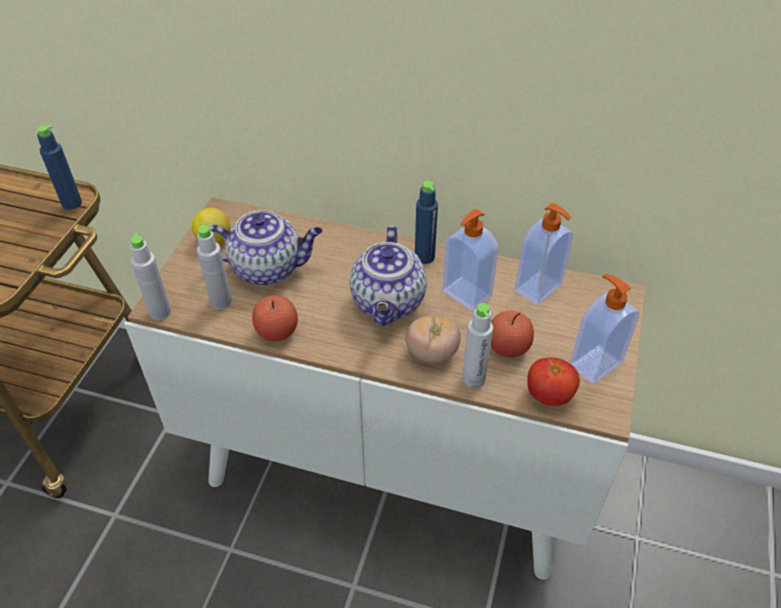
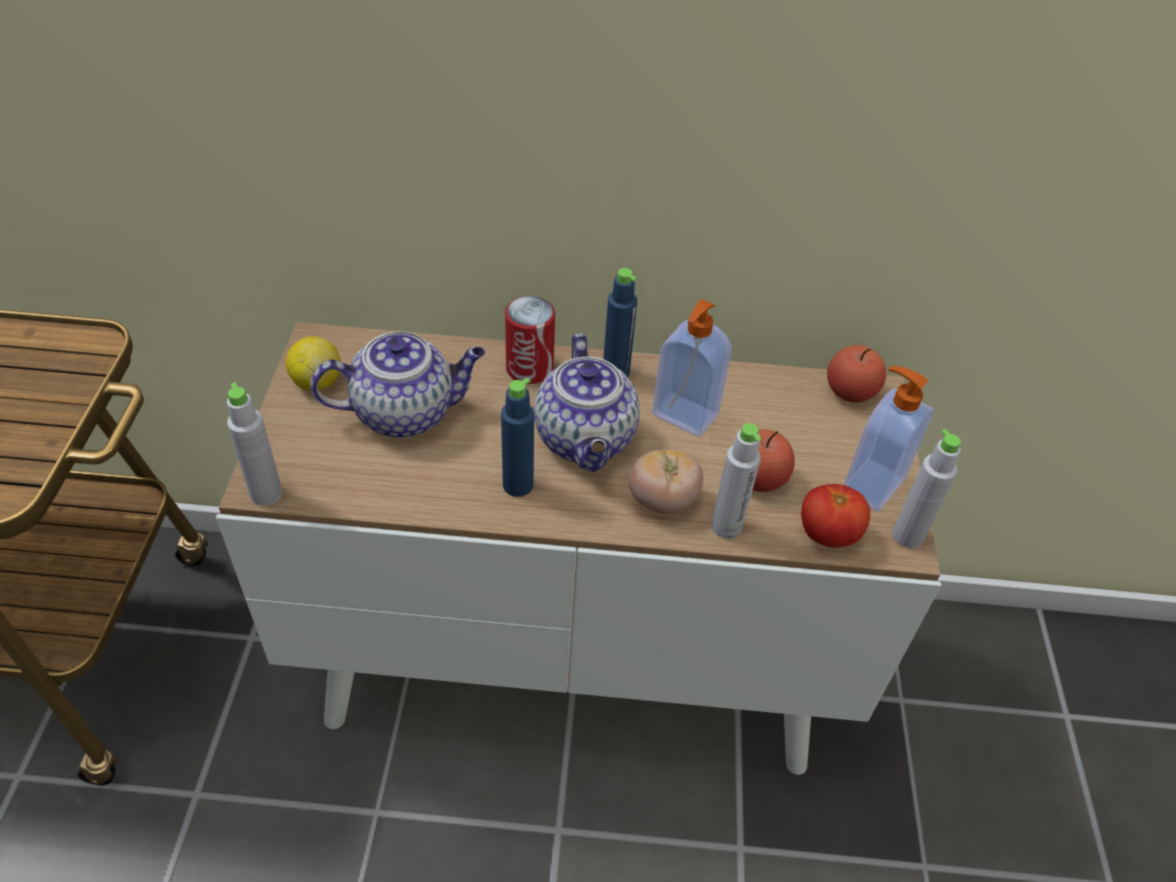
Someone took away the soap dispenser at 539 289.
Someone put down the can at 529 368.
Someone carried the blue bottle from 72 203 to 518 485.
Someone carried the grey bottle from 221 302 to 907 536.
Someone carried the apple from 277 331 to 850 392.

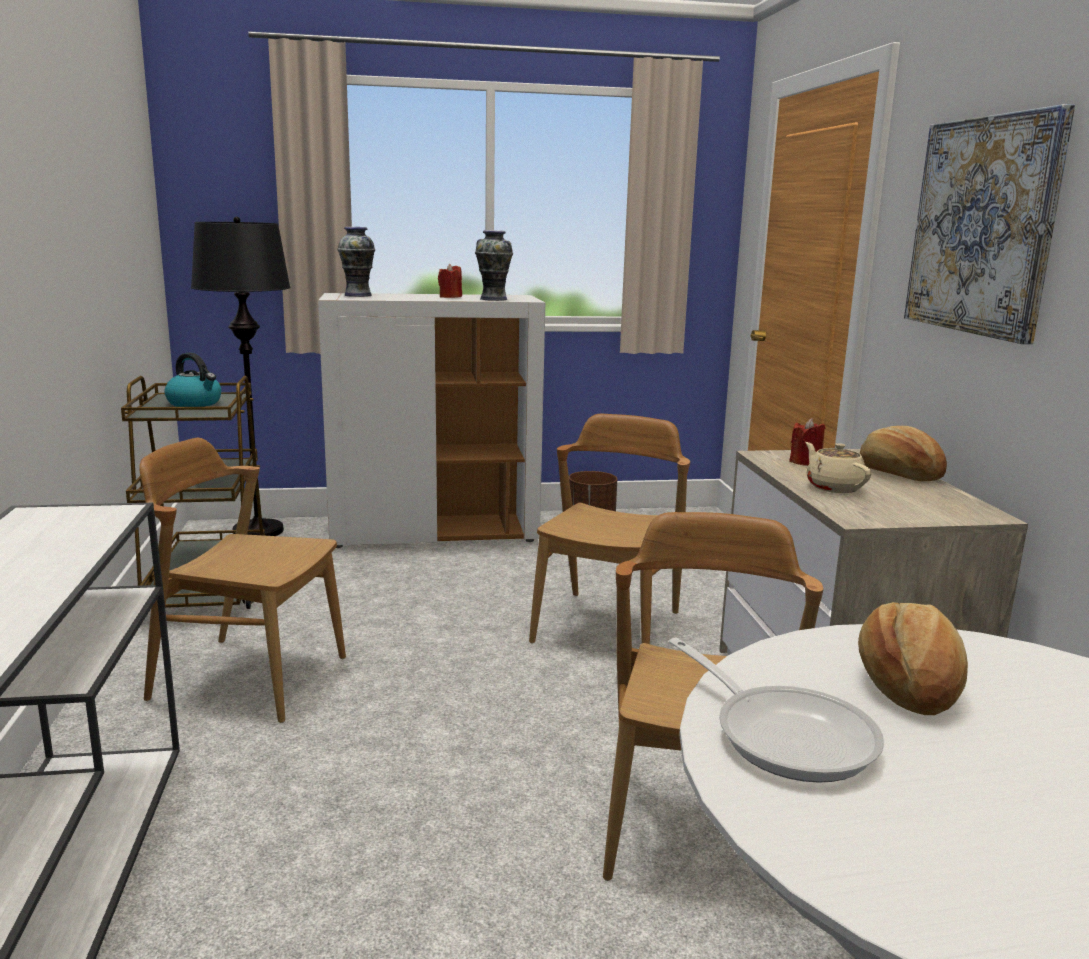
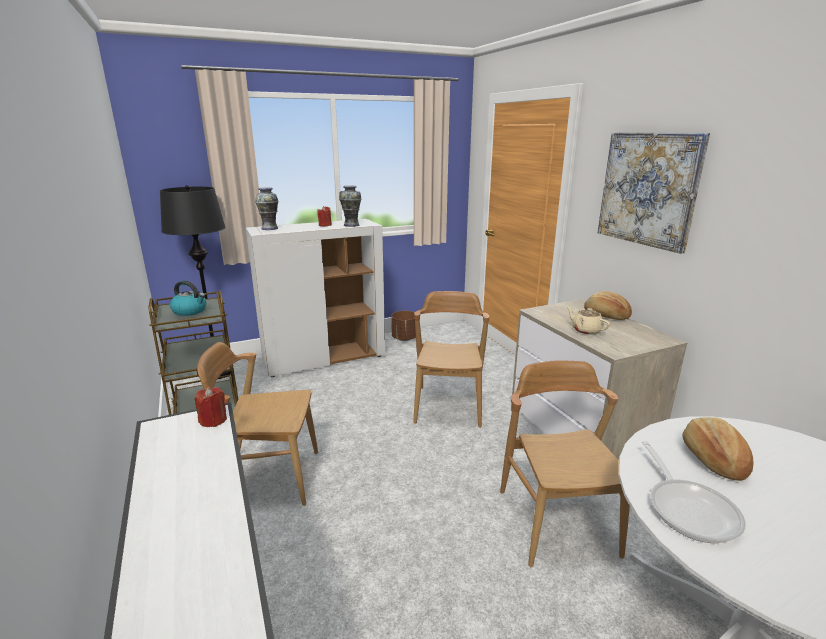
Someone carried the red candle from 805 462 to 213 420.
Someone rotated the frying pan at 785 734 by 45 degrees clockwise.

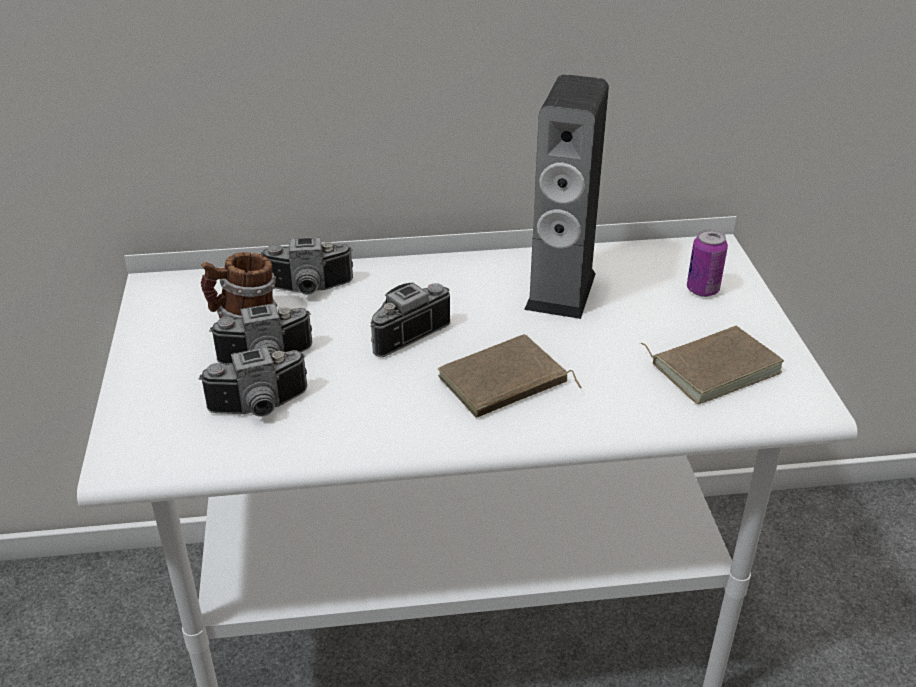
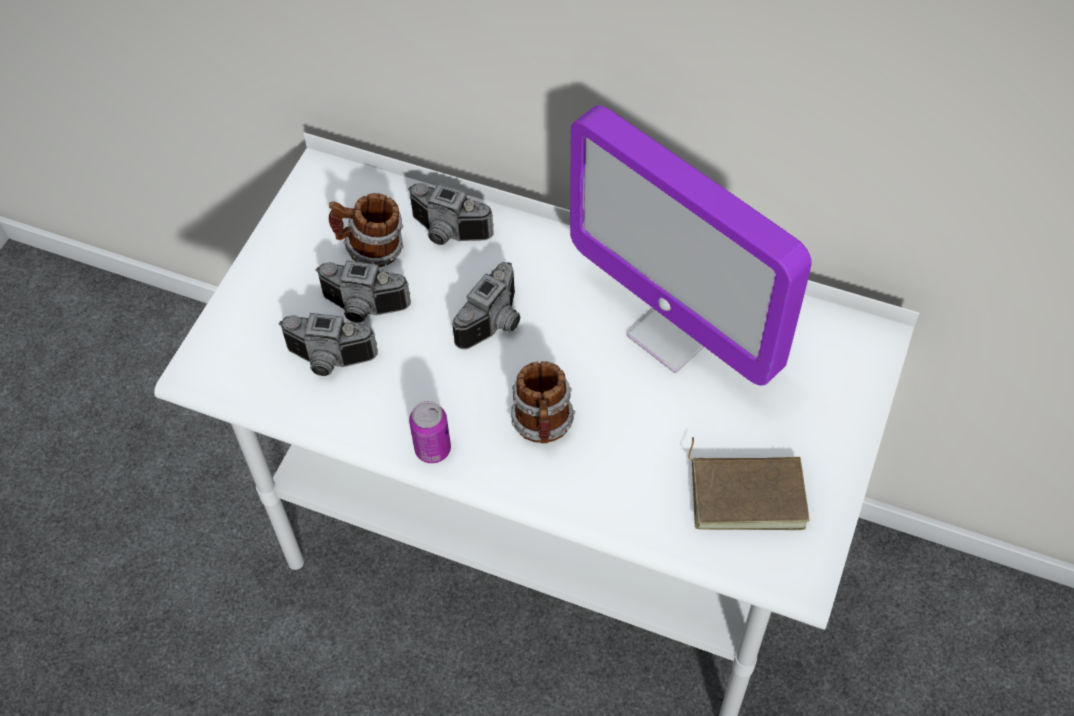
Someone carried the can from 702 289 to 433 449.
Someone swapped the brown book at 504 384 for the mug at 543 425.
Someone swapped the speaker at 560 291 for the monitor at 674 333.
Someone rotated the photo camera at 403 332 by 135 degrees clockwise.

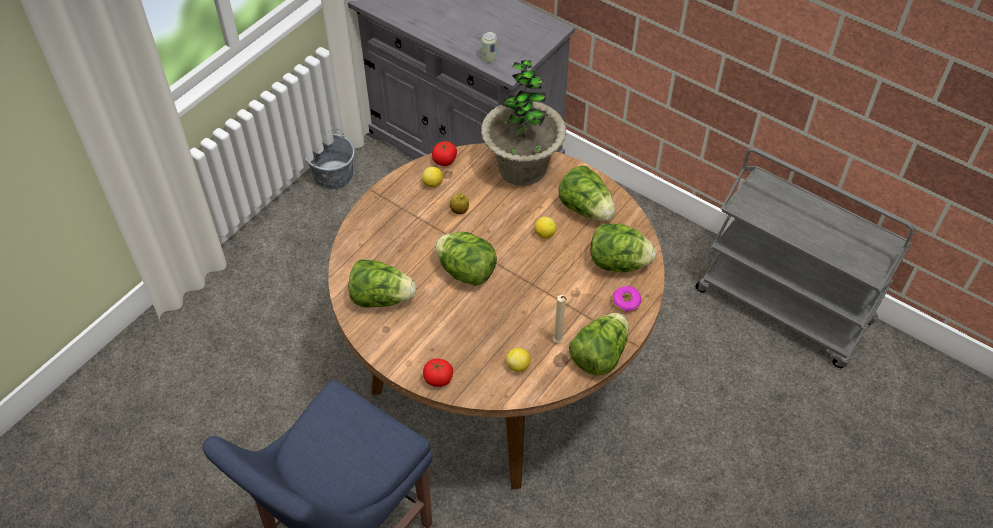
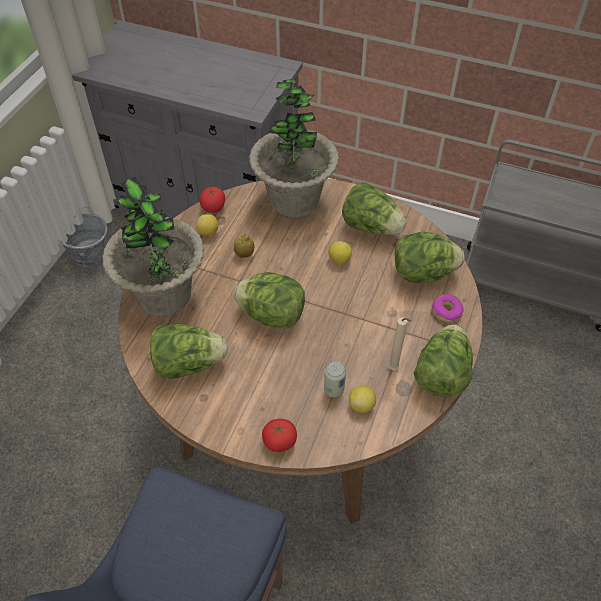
Someone put down the potted plant at 163 294.
Someone carried the can from 489 58 to 334 389.

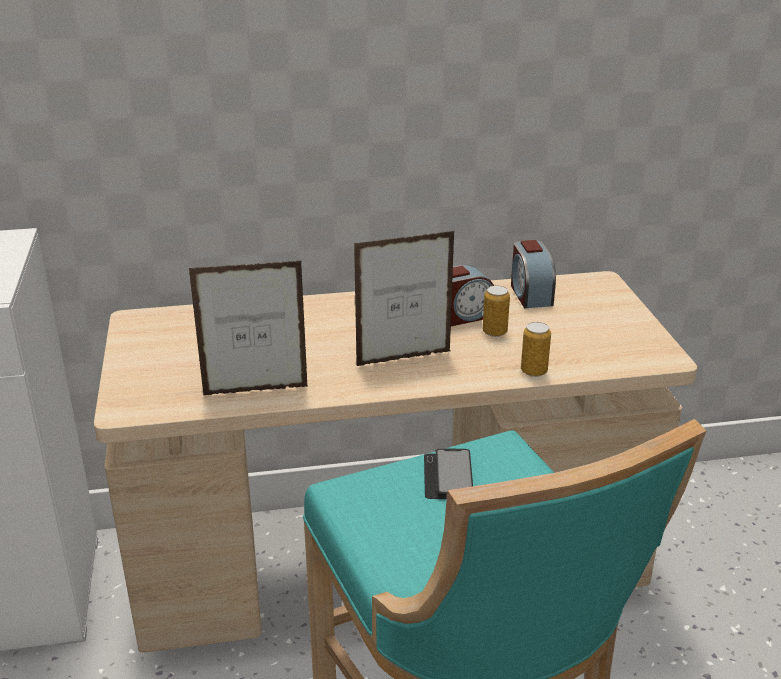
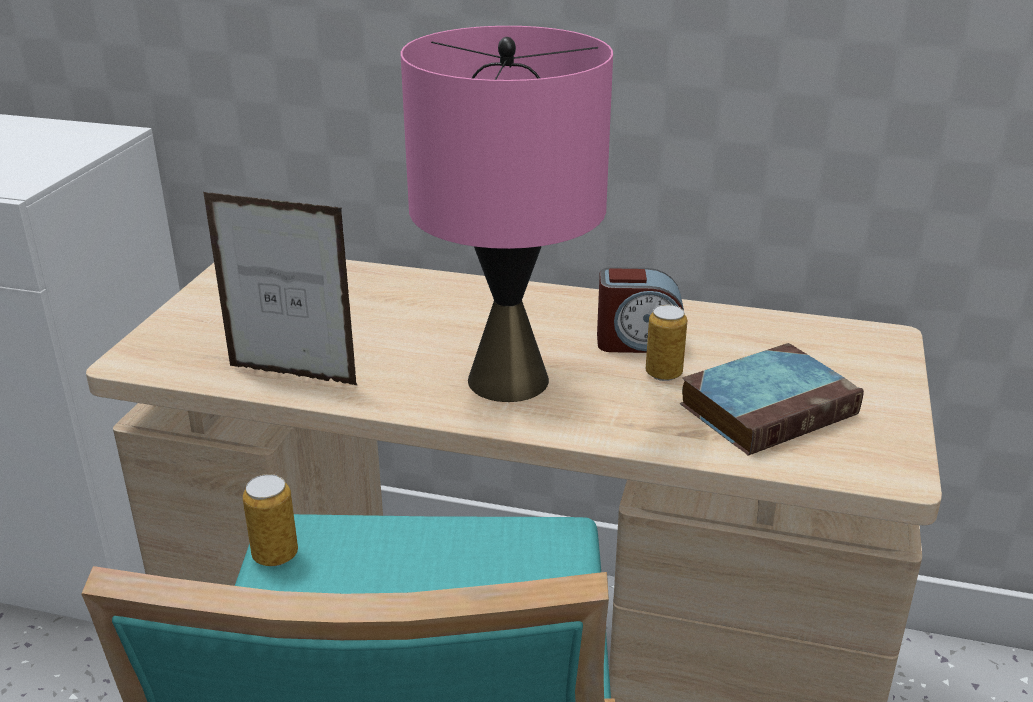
Someone took away the phone at 447 476.
Someone took away the alarm clock at 530 294.
Someone put down the book at 770 407.
Someone carried the can from 534 371 to 275 555.
Someone swapped the picture frame at 404 358 for the pink table lamp at 509 379.

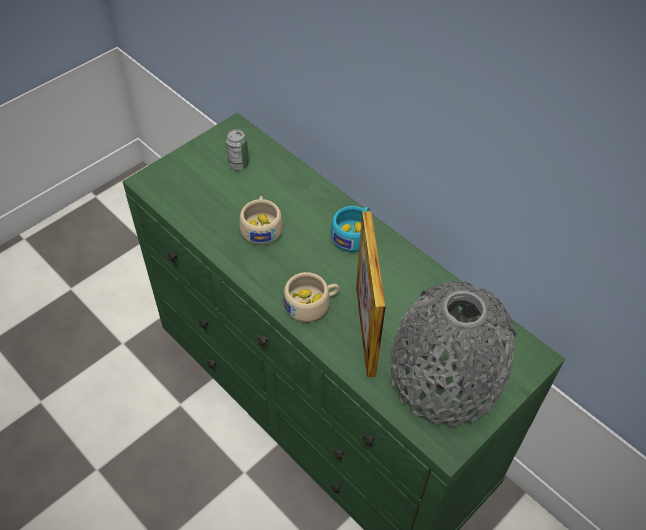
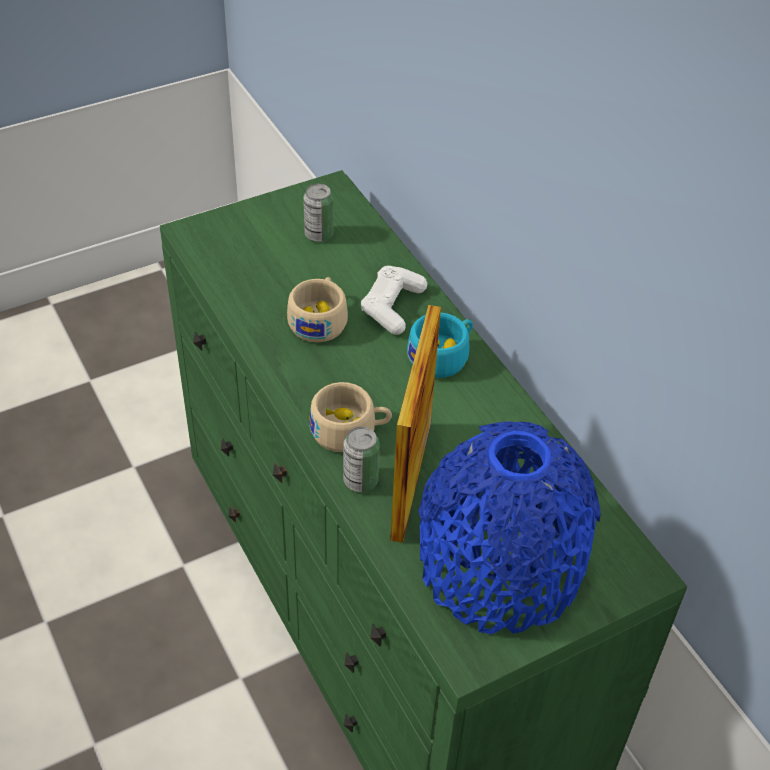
Someone put down the can at 360 480.
Someone put down the white game controller at 392 307.
Someone repainted the grey vase at 445 377, which became the blue vase at 500 567.

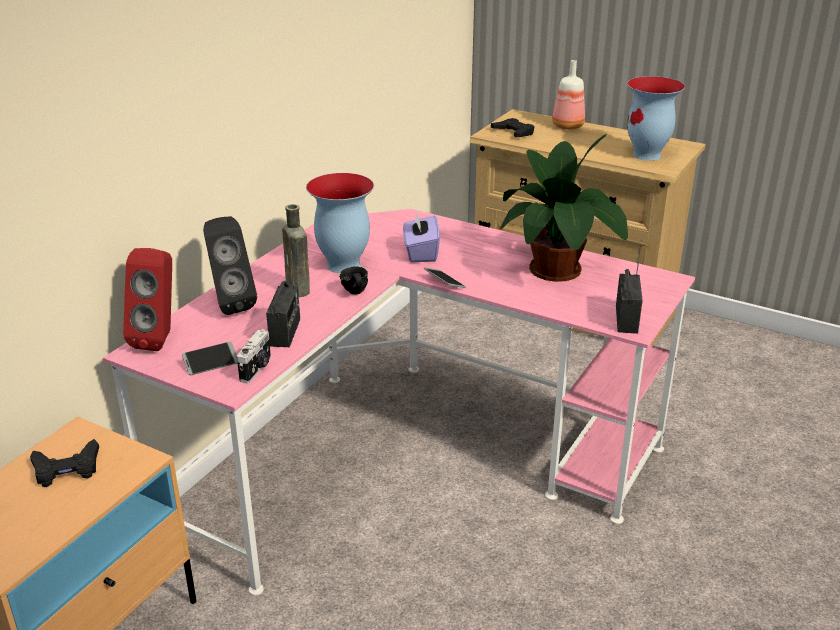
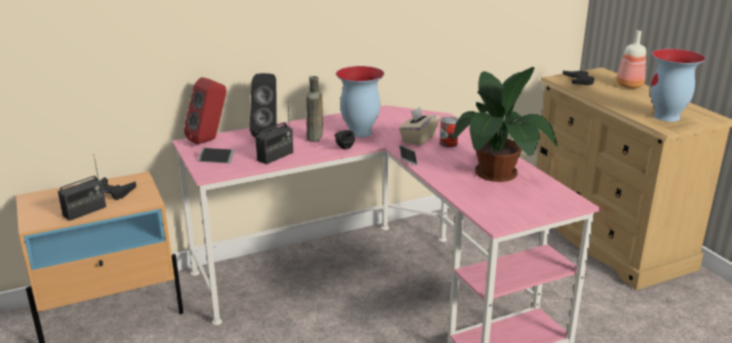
Someone took away the photo camera at 257 369.
Someone put down the can at 448 143.
Someone carried the radio from 627 319 to 85 211.
Someone repainted the purple tissue box at 421 253, which became the beige tissue box at 418 138.

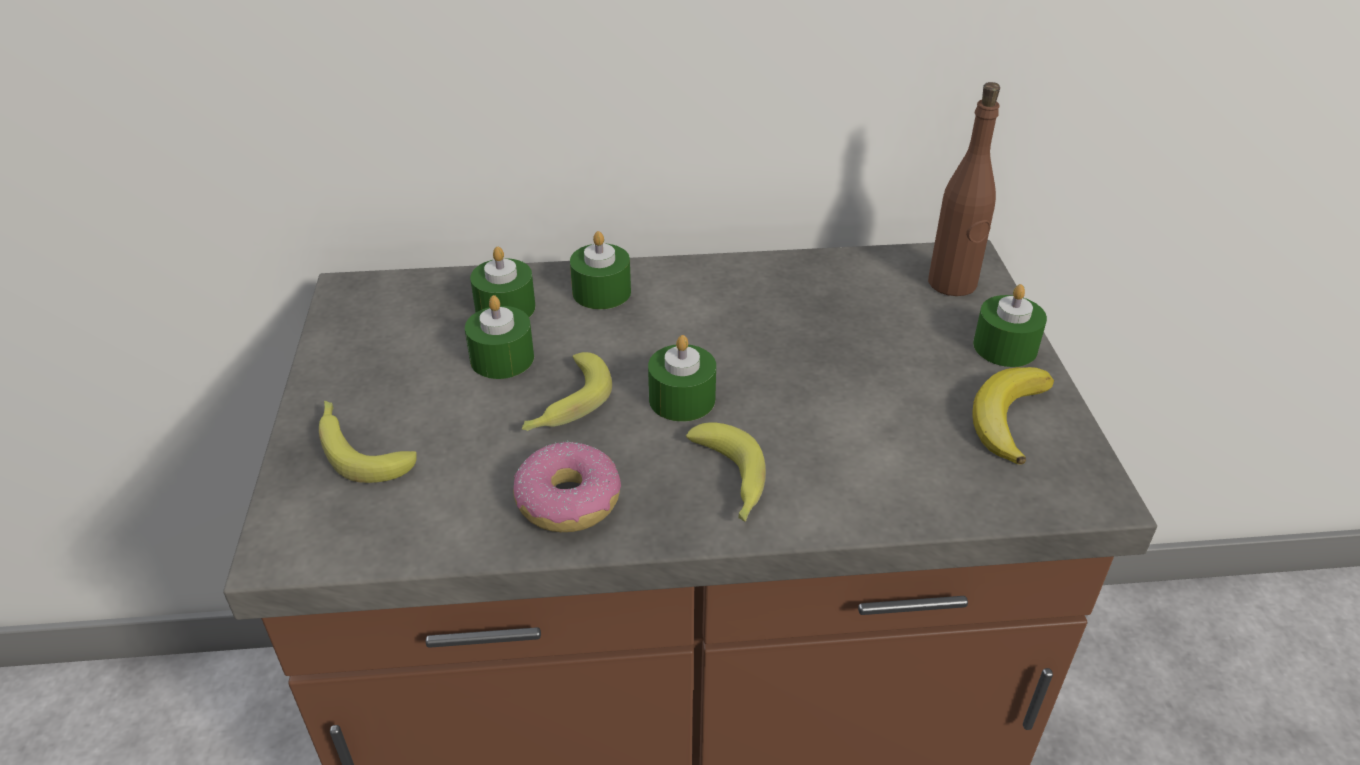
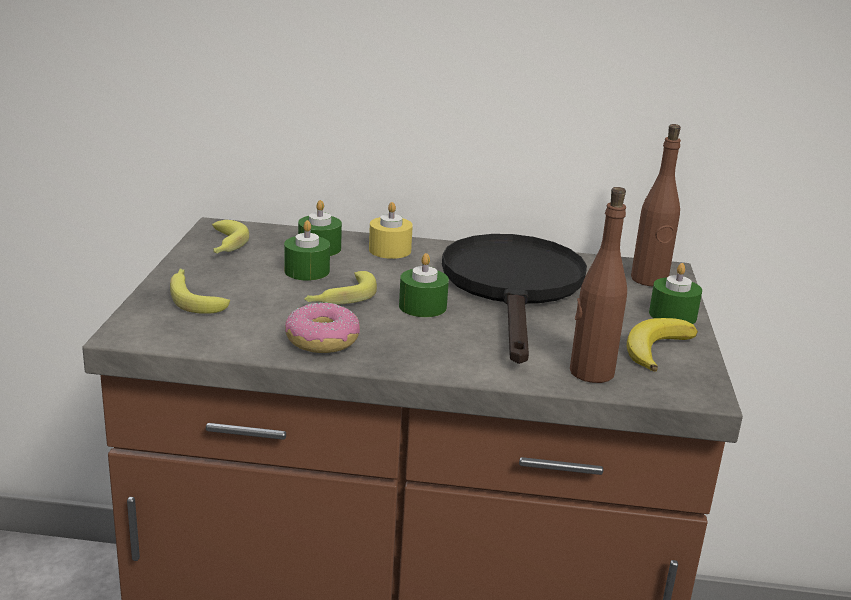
Someone put down the black frying pan at 514 288.
Someone put down the brown bottle at 591 372.
Someone carried the banana from 729 482 to 224 246.
Someone repainted the green candle at 601 292, which became the yellow candle at 390 250.

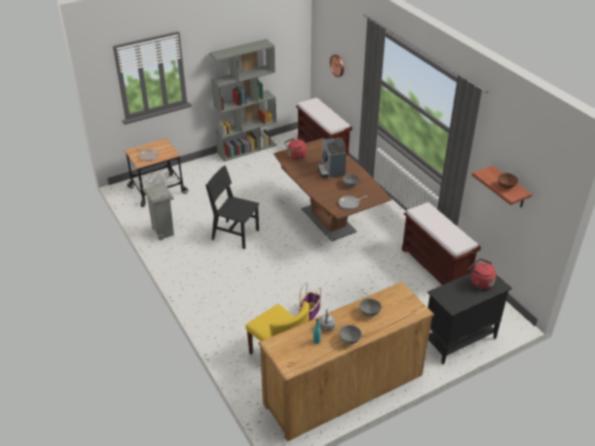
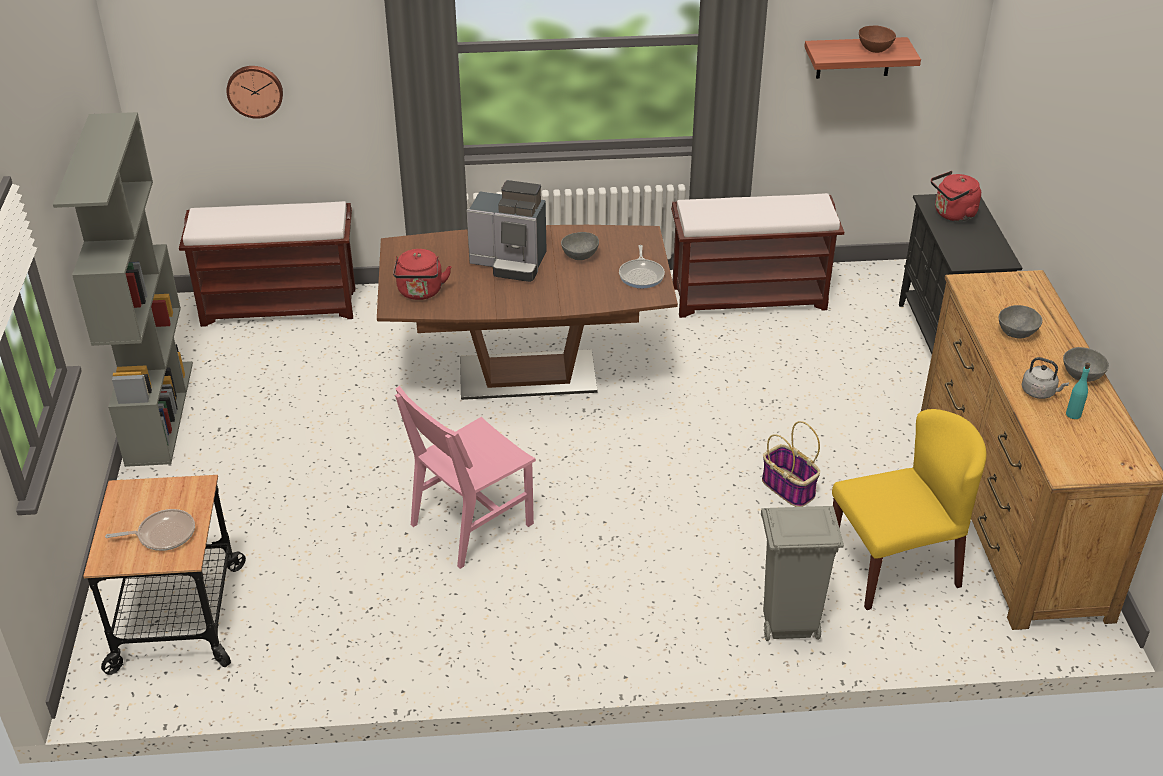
Someone carried the grey trash can from 163 232 to 788 626.
Someone repainted the black chair at 235 234, which became the pink chair at 471 524.

